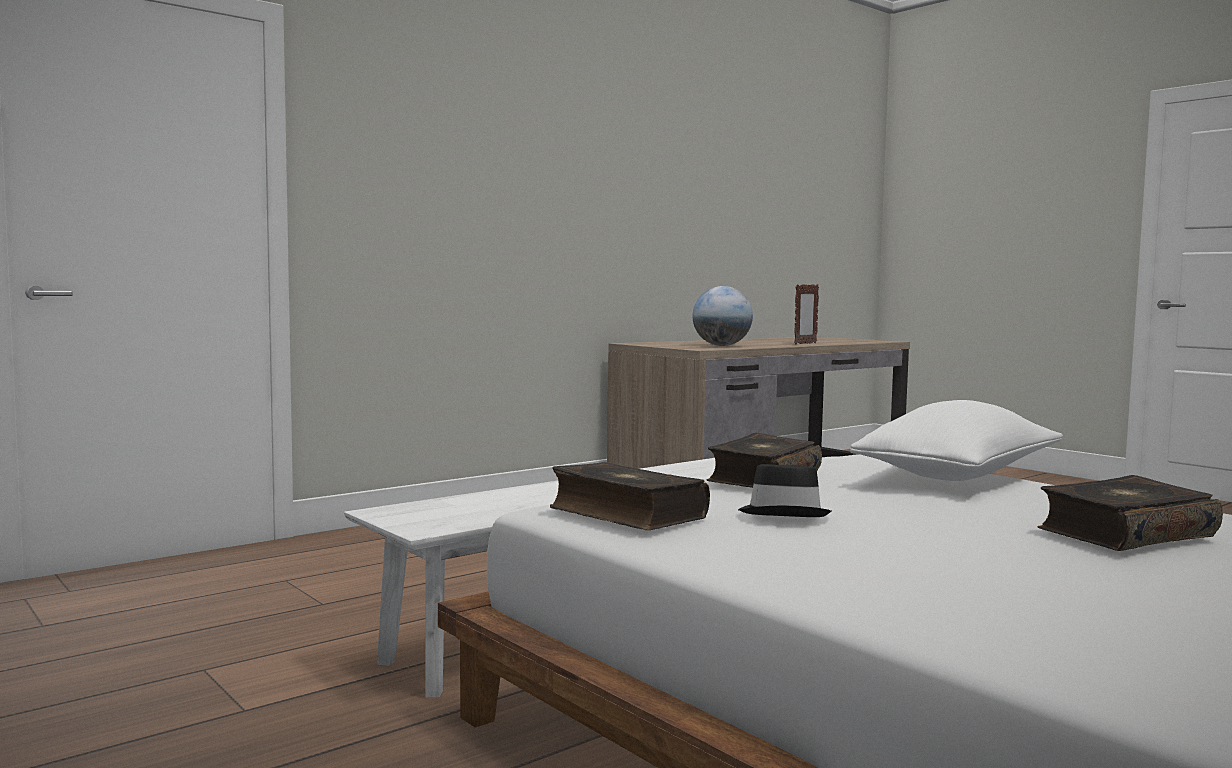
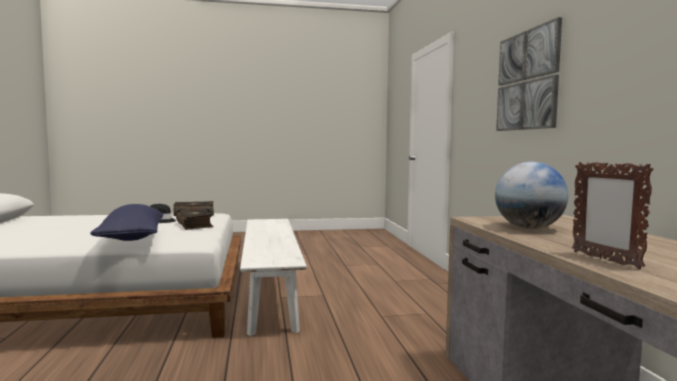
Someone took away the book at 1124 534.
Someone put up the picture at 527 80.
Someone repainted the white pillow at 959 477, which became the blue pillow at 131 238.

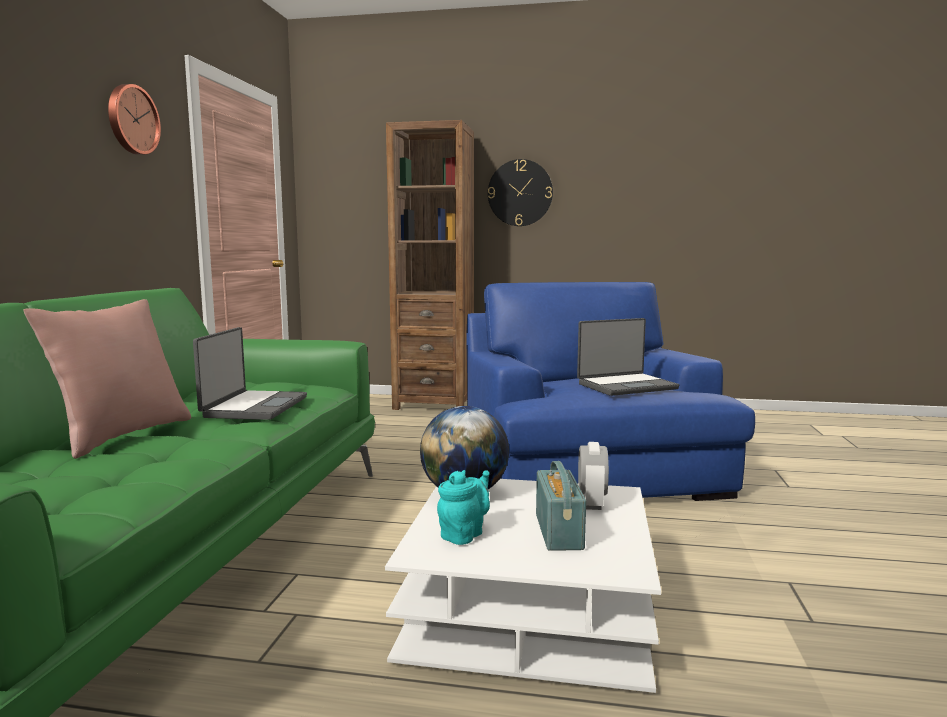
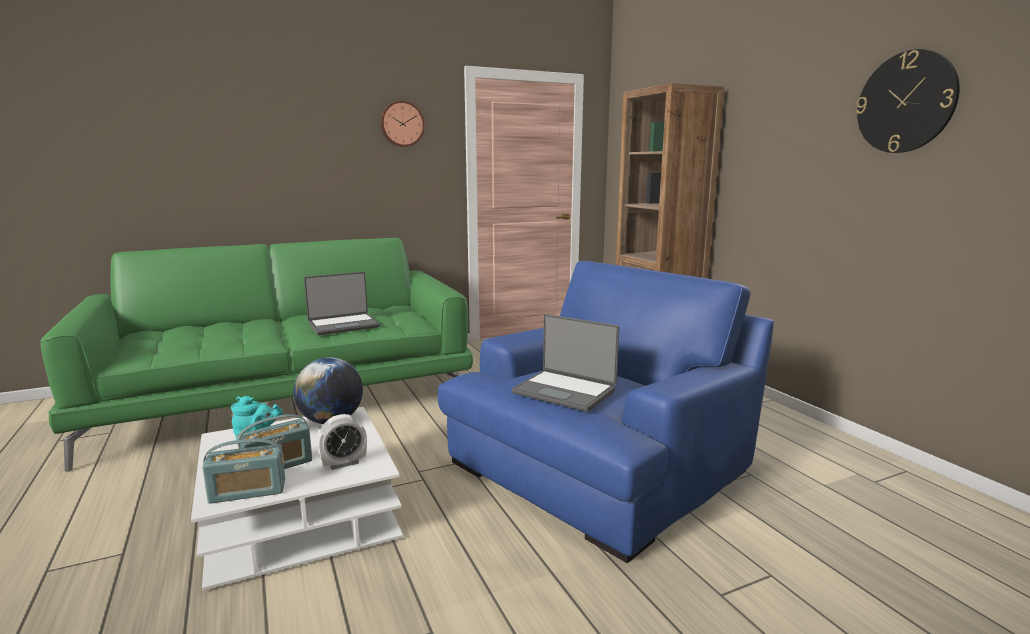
Someone took away the pink pillow at 122 436.
Someone put down the radio at 248 491.
Someone carried the wall clock from 520 193 to 906 102.

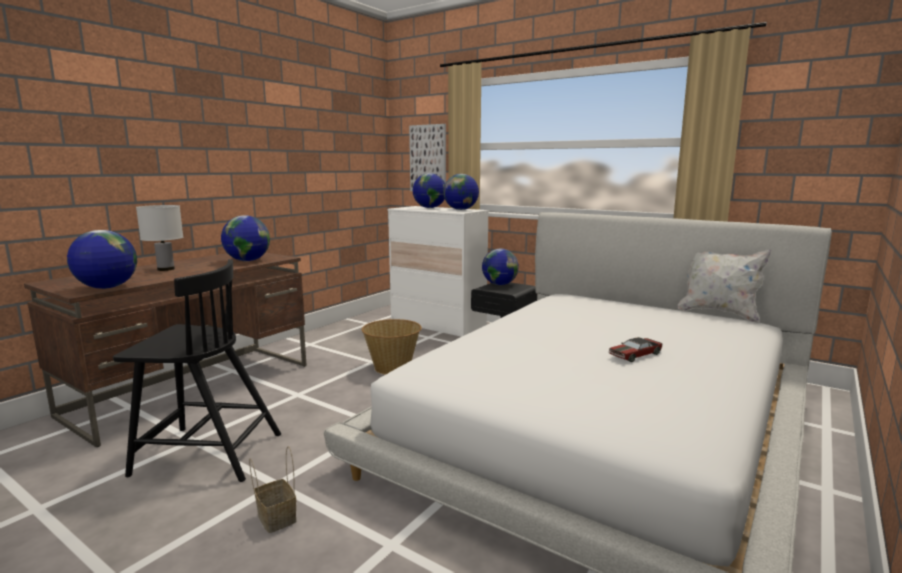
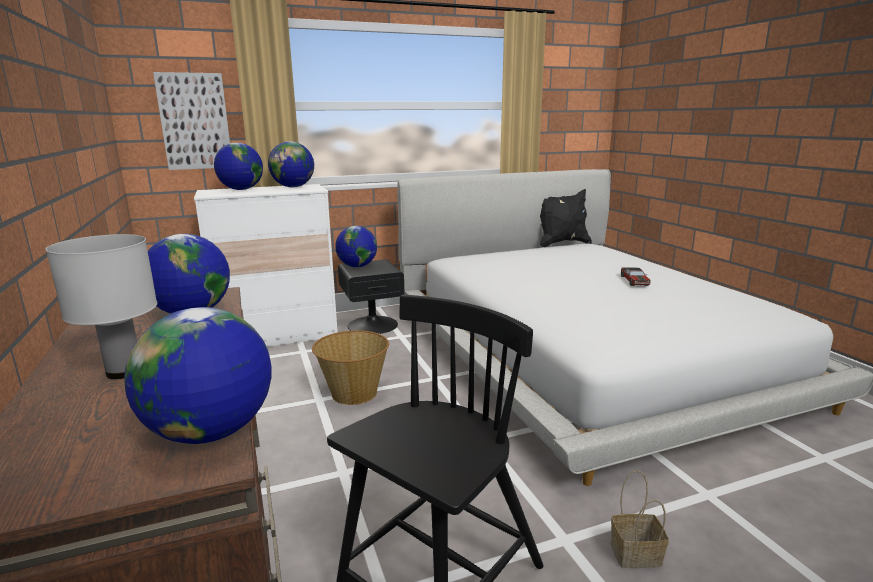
Someone repainted the white pillow at 718 313, which became the black pillow at 561 243.

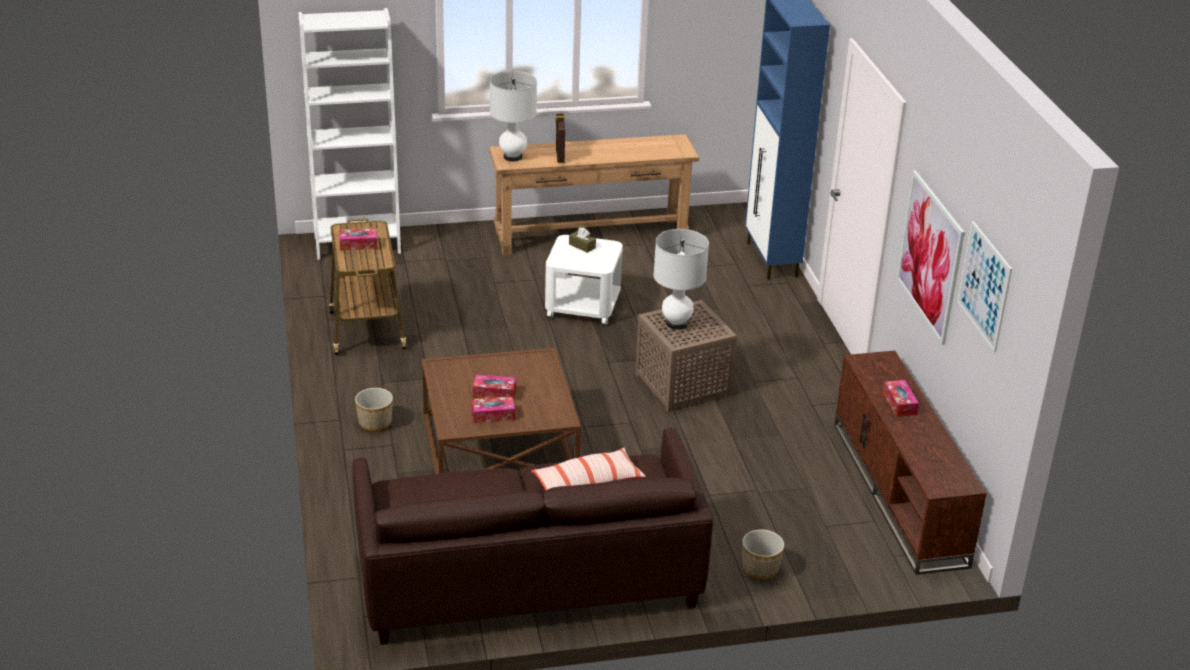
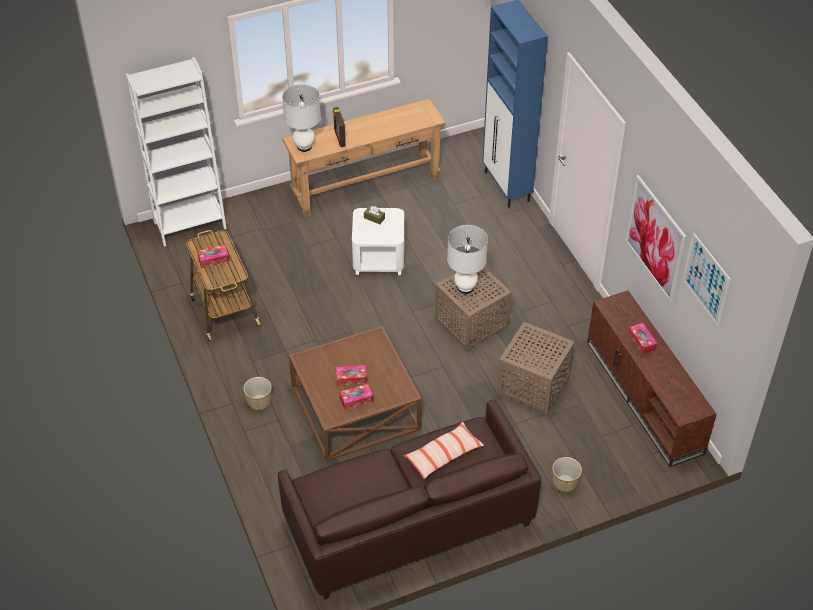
Someone put down the brown side table at 534 385.

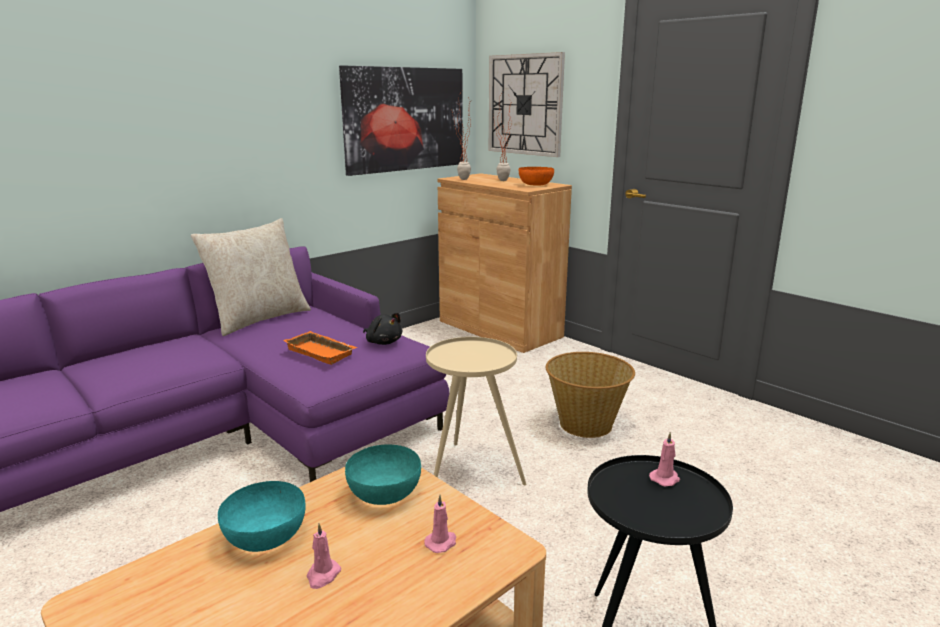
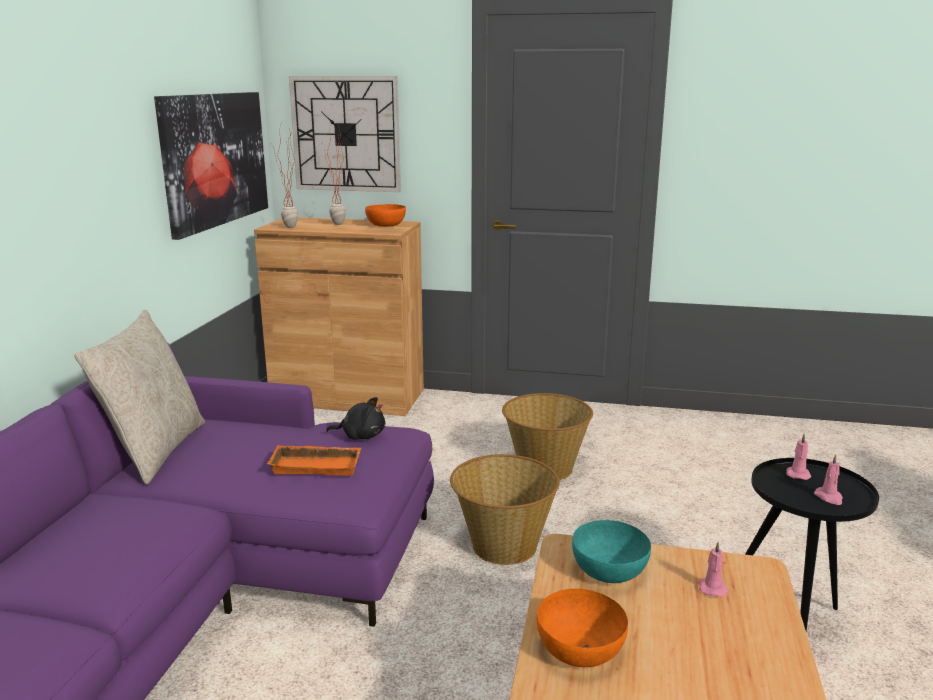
Someone carried the pink candle from 322 575 to 829 498.
Someone swapped the beige side table at 471 470 for the basket at 503 545.
Someone repainted the turquoise bowl at 267 536, which became the orange bowl at 581 649.

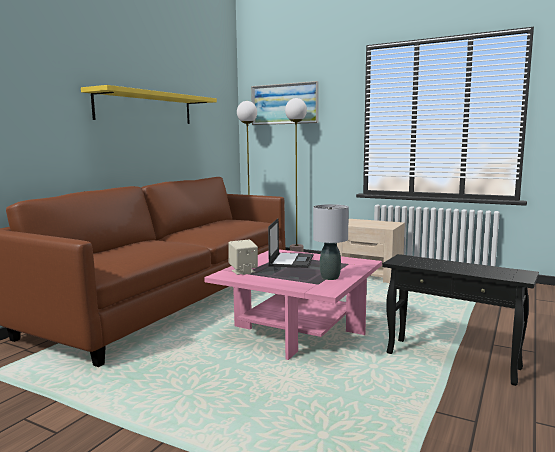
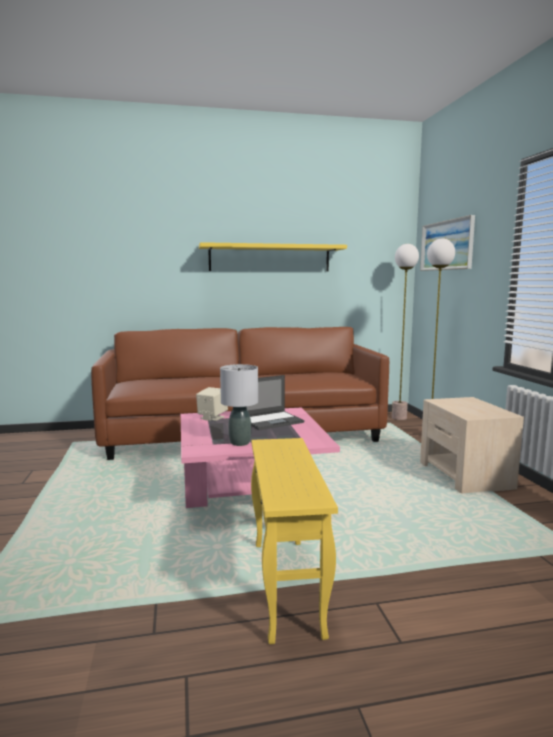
Someone repainted the black side table at 452 361, which became the yellow side table at 286 585.

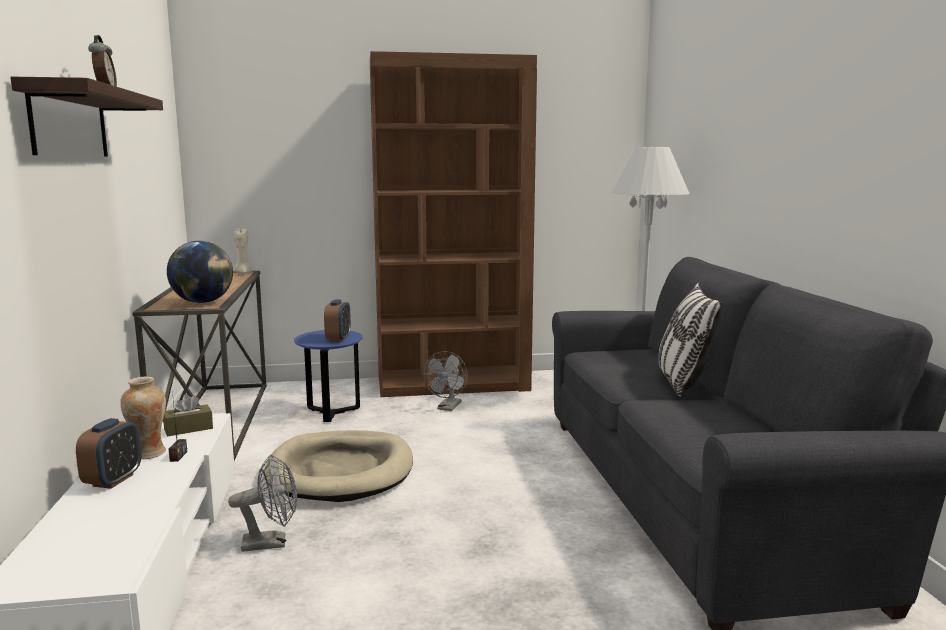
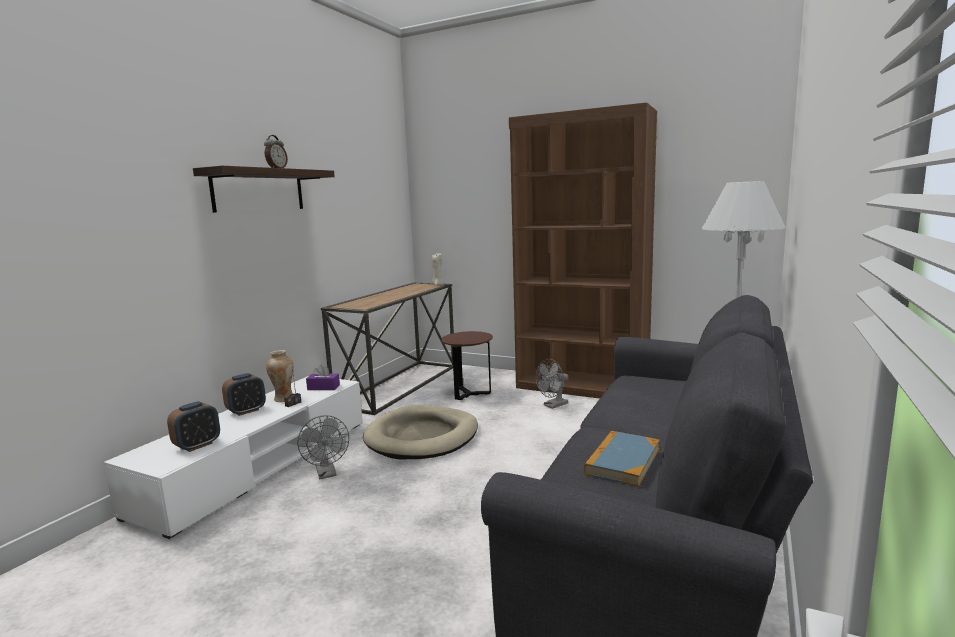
Someone took away the globe at 202 302.
Someone took away the pillow at 682 383.
Someone put down the book at 622 461.
Someone carried the alarm clock from 338 339 to 197 445.
Someone repainted the brown tissue box at 188 429, which became the purple tissue box at 323 387.
Someone repainted the blue side table at 331 413, which became the brown side table at 469 394.
Someone rotated the grey fan at 272 543 by 45 degrees clockwise.

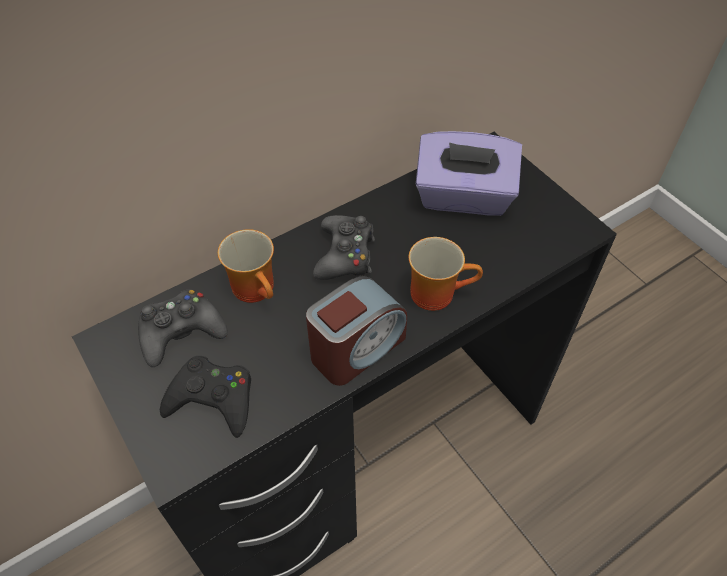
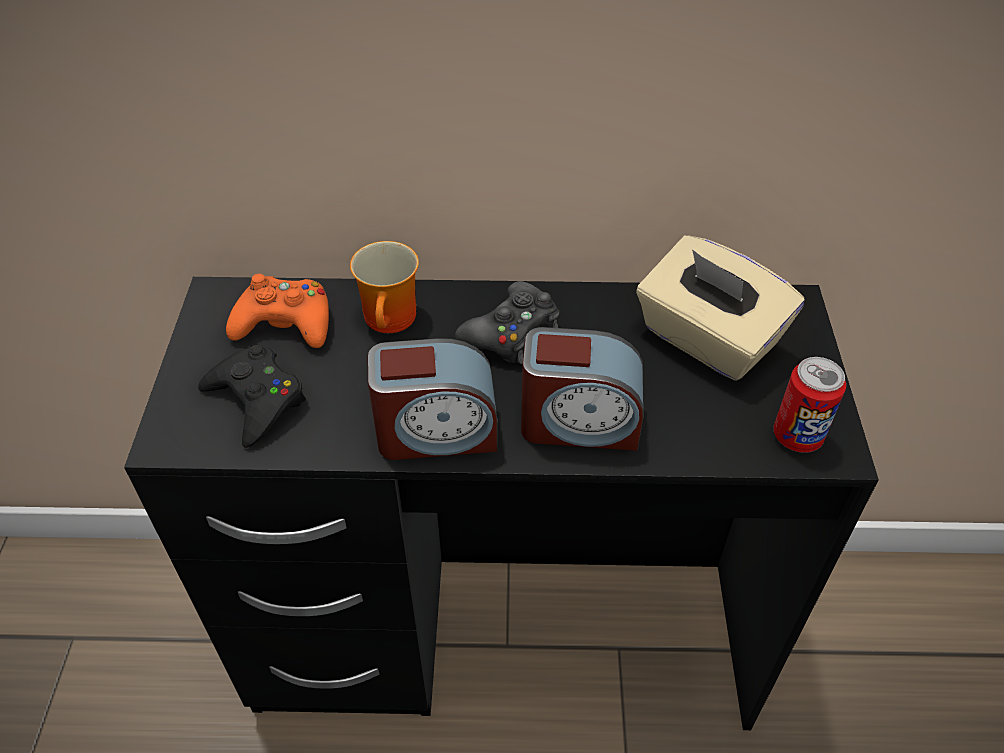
Someone put down the can at 797 436.
Someone swapped the mug at 437 291 for the alarm clock at 579 422.
Someone repainted the black game controller at 181 332, which became the orange game controller at 285 323.
Someone repainted the purple tissue box at 463 197, which became the beige tissue box at 707 339.

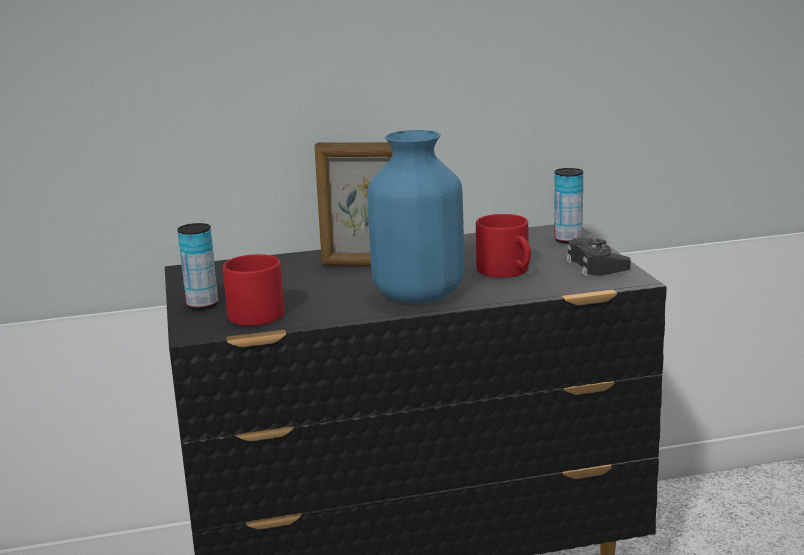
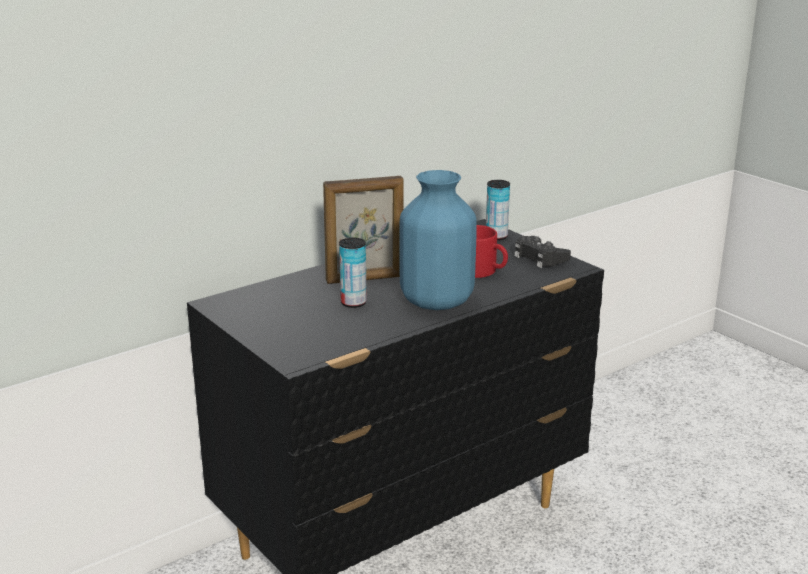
Someone took away the red mug at 254 311.
Someone carried the can from 202 305 to 353 303.

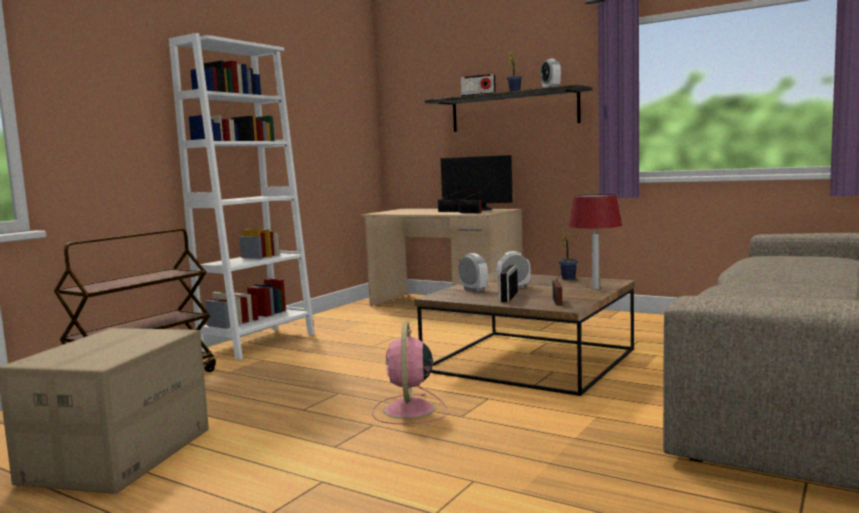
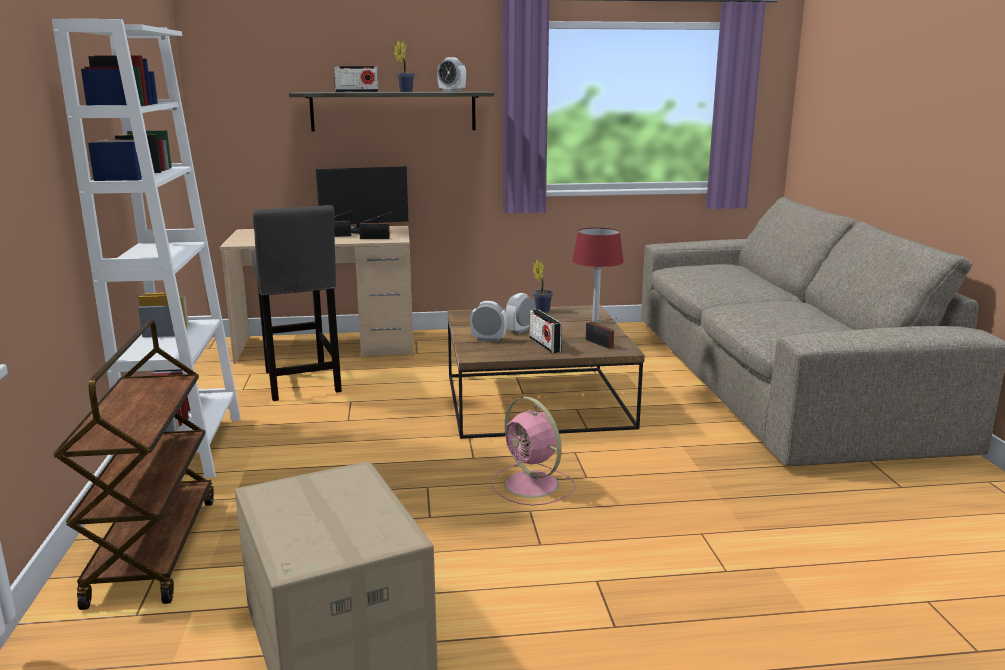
Someone put down the grey stool at 301 384.

